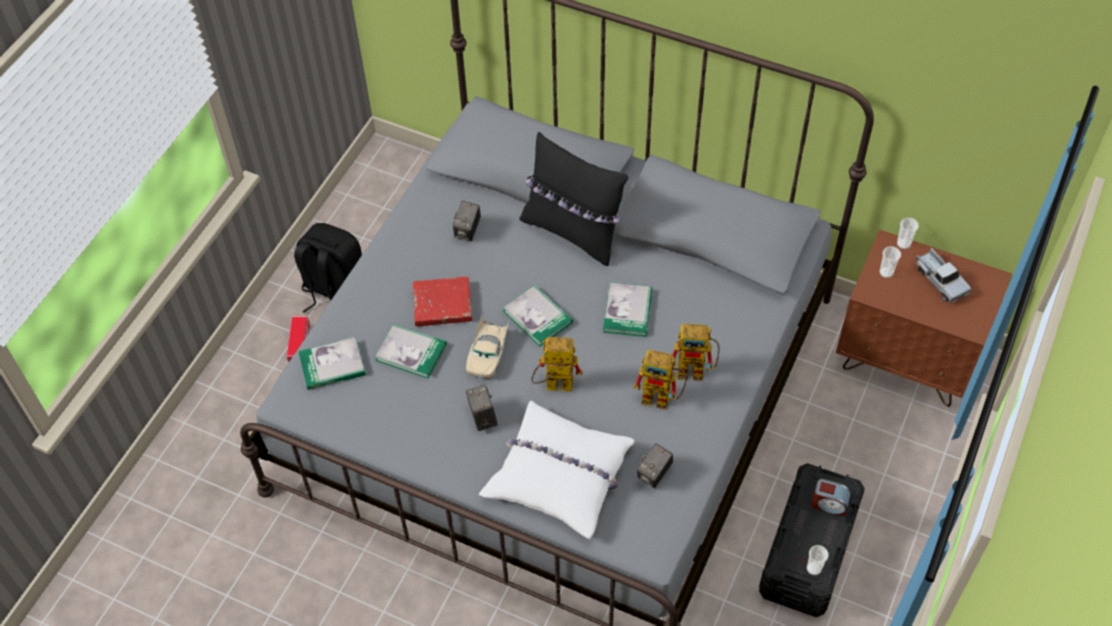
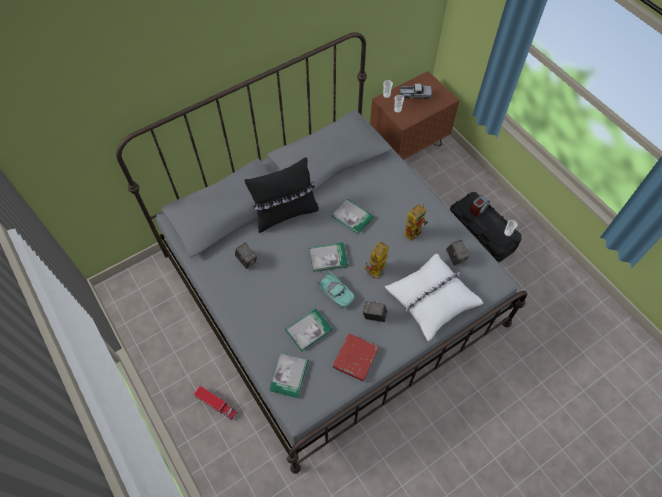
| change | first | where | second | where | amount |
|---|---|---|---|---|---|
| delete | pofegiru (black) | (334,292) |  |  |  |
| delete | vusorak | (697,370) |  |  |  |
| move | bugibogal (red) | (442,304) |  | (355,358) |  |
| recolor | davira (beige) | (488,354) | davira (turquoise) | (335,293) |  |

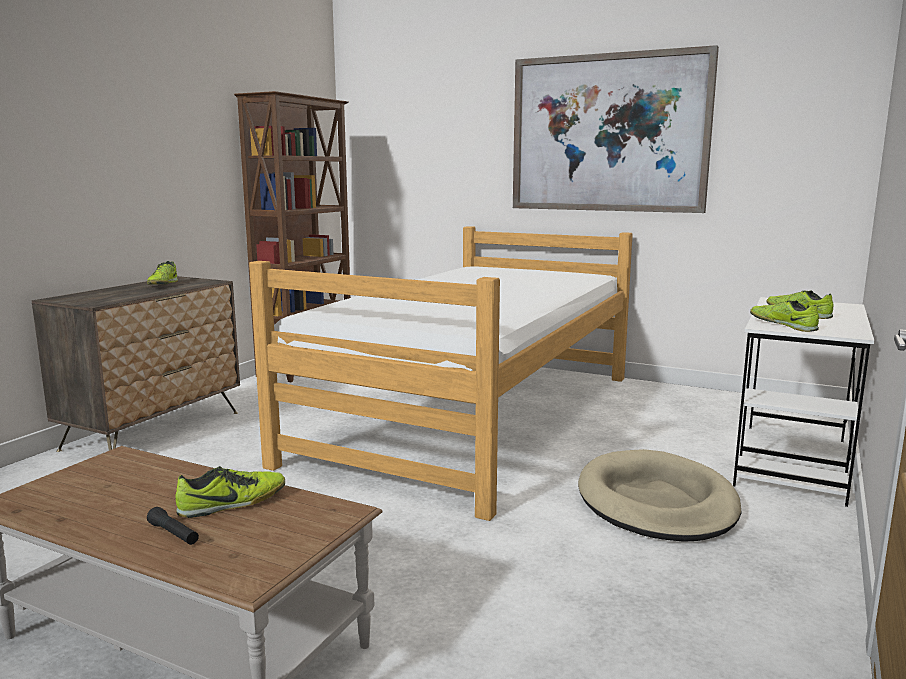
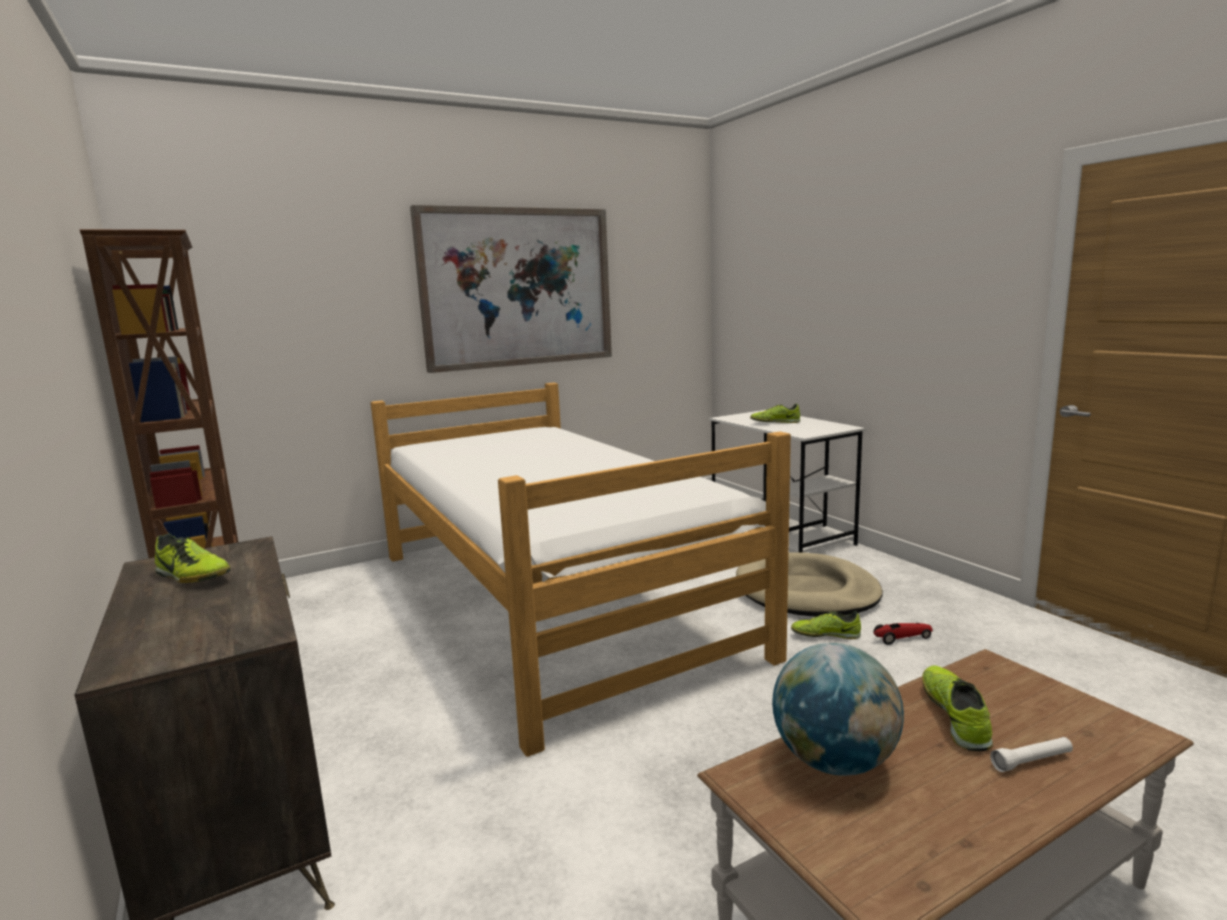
| change | first | where | second | where | amount |
|---|---|---|---|---|---|
| insert |  |  | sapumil | (834,762) |  |
| insert |  |  | davira | (901,638) |  |
| move | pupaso | (783,325) |  | (825,635) |  |
| recolor | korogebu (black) | (174,534) | korogebu (white) | (1031,761) |  |

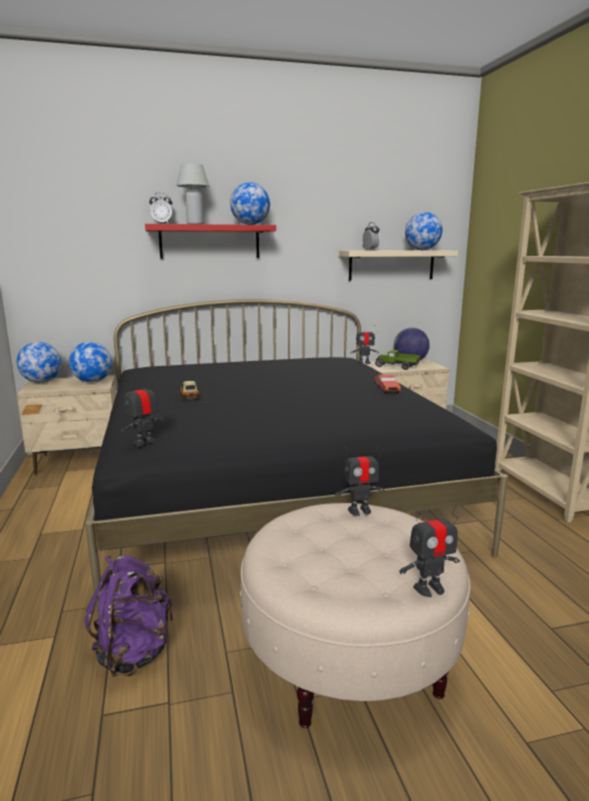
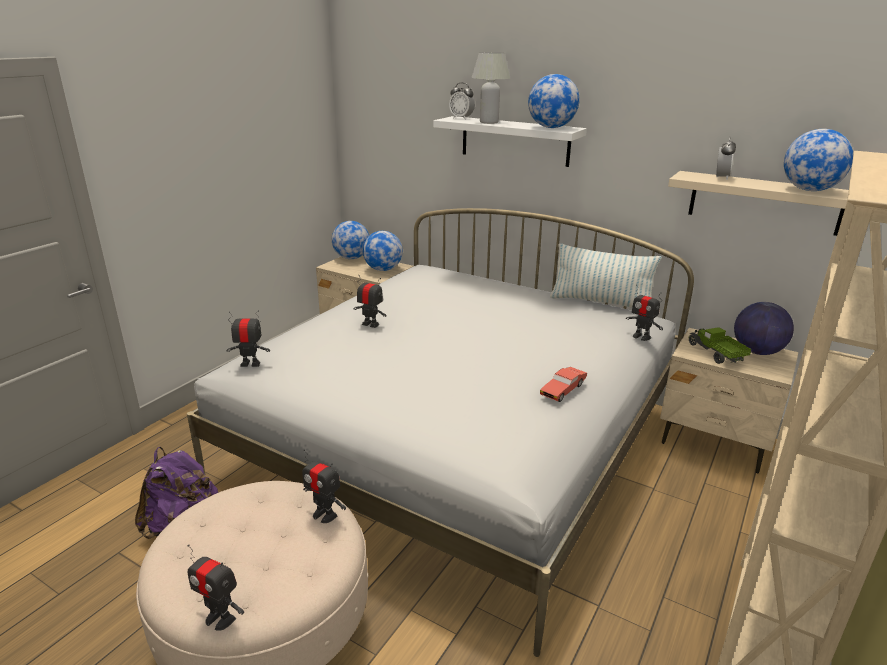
| change | first | where | second | where | amount |
|---|---|---|---|---|---|
| insert |  |  | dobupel | (600,303) |  |
| replace | davira | (189,397) | vusorak | (370,324) |  |
| recolor | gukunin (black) | (271,490) | gukunin (white) | (457,443) |  |
| recolor | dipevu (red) | (210,241) | dipevu (white) | (514,141) |  |

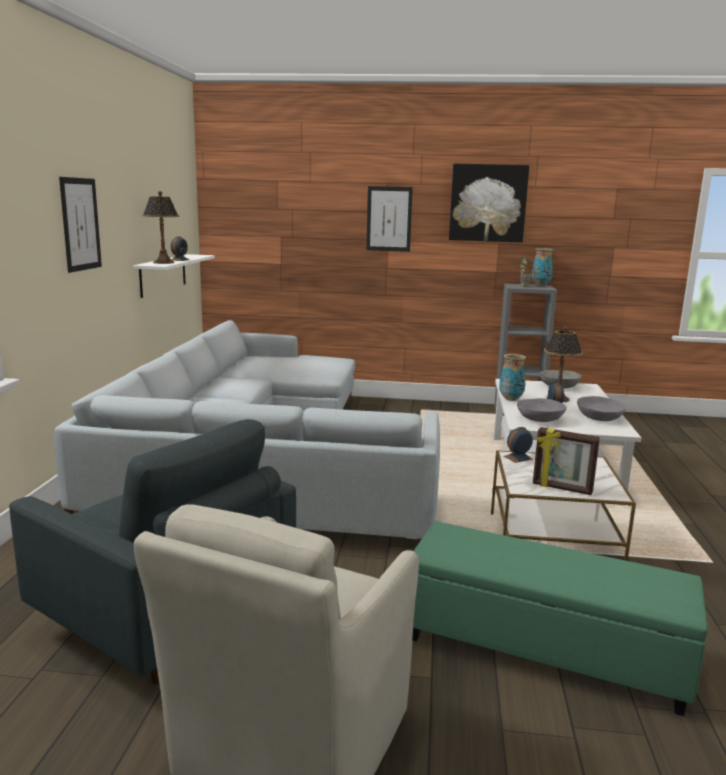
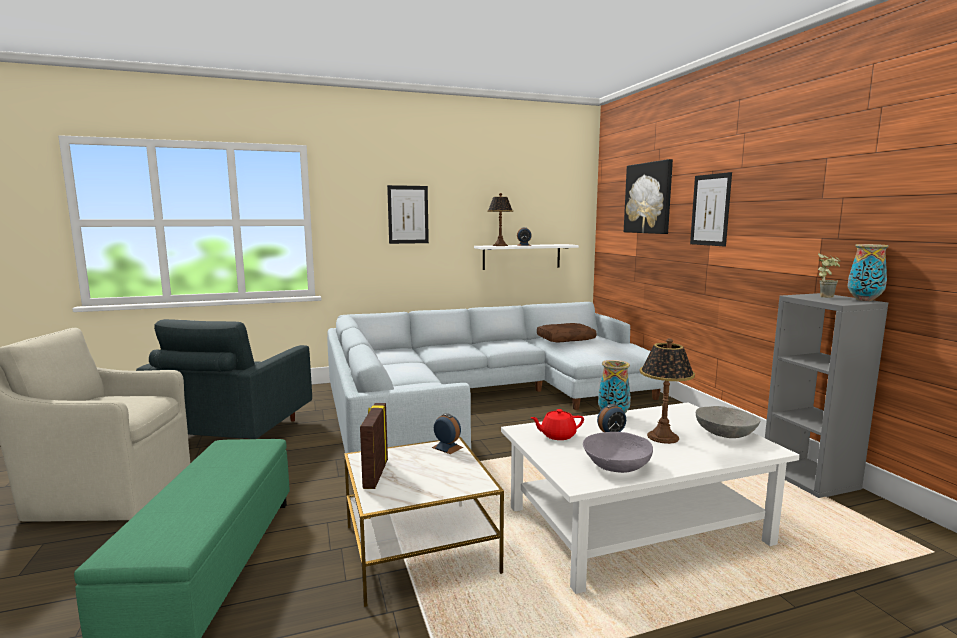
| change | first | where | second | where | amount |
|---|---|---|---|---|---|
| insert |  |  | dobupel (brown) | (565,339) |  |
| move | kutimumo | (488,203) |  | (648,198) |  |
| replace | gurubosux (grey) | (540,419) | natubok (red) | (557,435) |  |

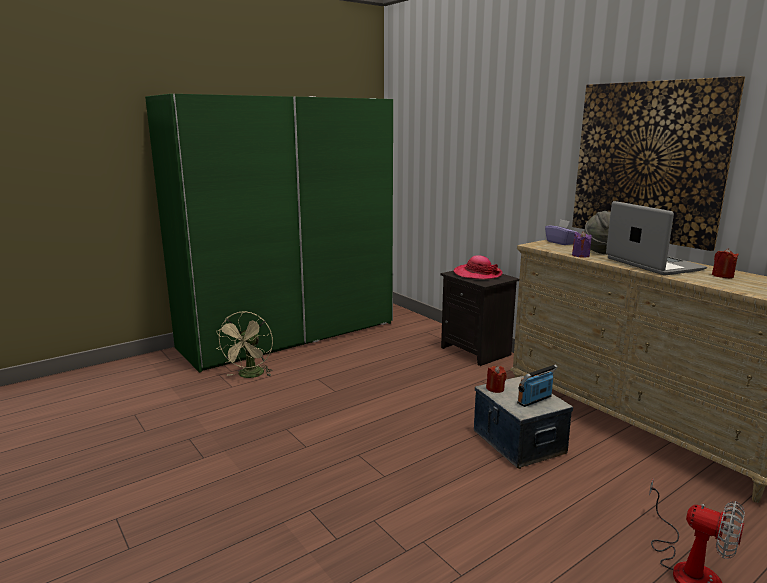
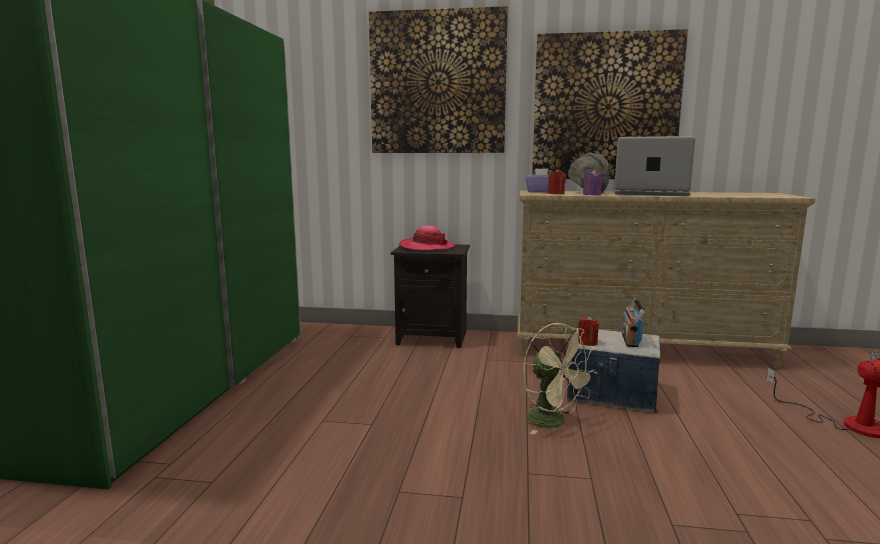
| change | first | where | second | where | amount |
|---|---|---|---|---|---|
| insert |  |  | kutimumo | (437,83) |  |
| move | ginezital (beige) | (250,376) |  | (553,422) |  |
| move | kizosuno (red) | (722,276) |  | (556,194) |  |

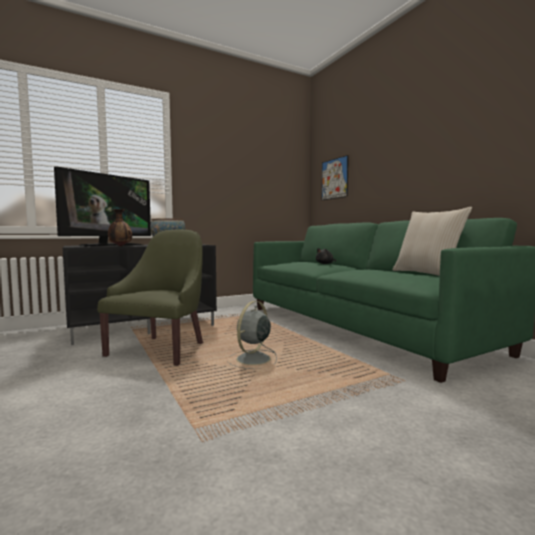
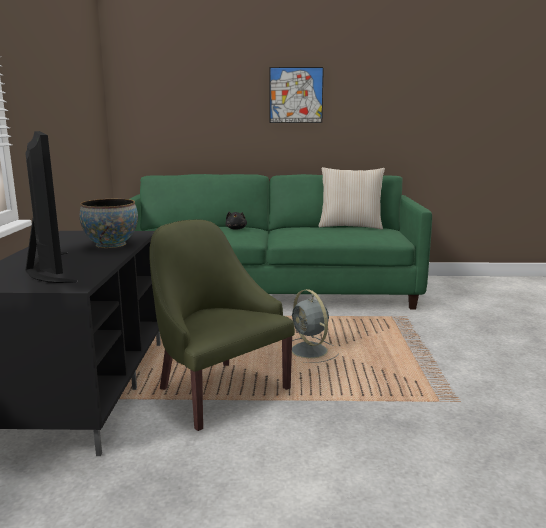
| change | first | where | second | where | amount |
|---|---|---|---|---|---|
| delete | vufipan | (120,246) |  |  |  |
| move | kutimumo | (334,178) |  | (296,95) |  |

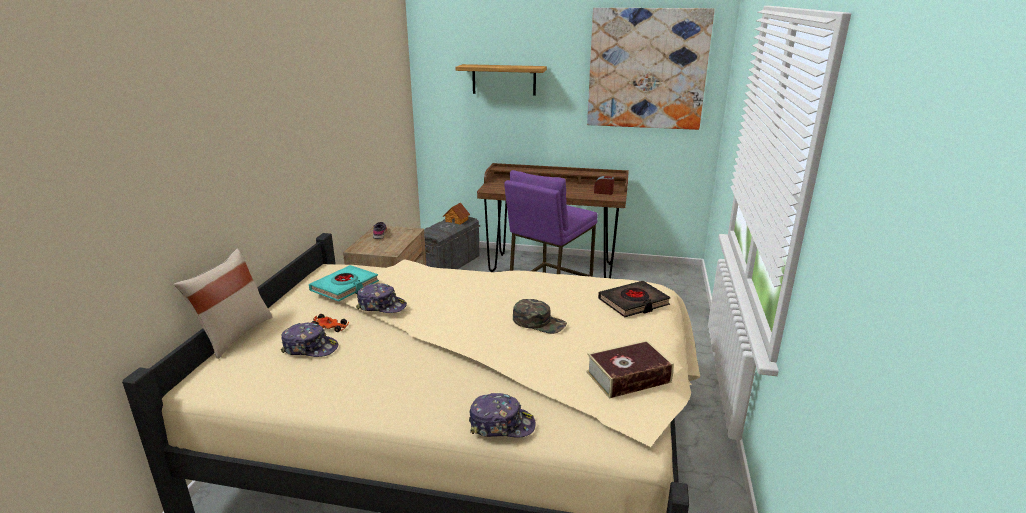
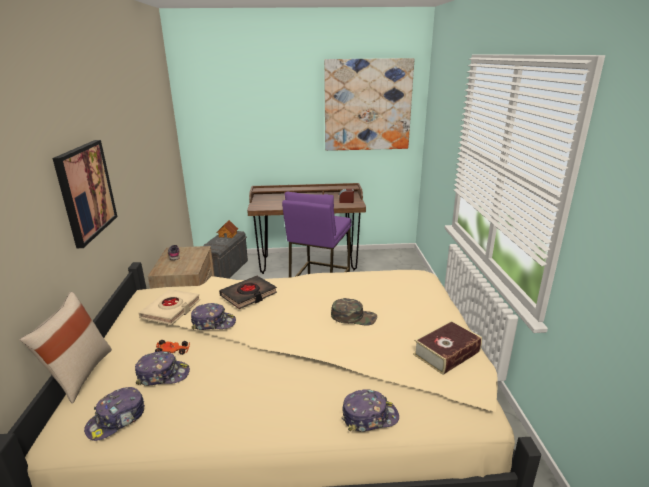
| change | first | where | second | where | amount |
|---|---|---|---|---|---|
| delete | dipevu | (504,79) |  |  |  |
| insert |  |  | kutimumo | (85,191) |  |
| insert |  |  | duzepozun | (117,419) |  |
| move | bugibogal (black) | (633,303) |  | (248,295) |  |
| recolor | bugibogal (turquoise) | (345,287) | bugibogal (beige) | (171,310) |  |

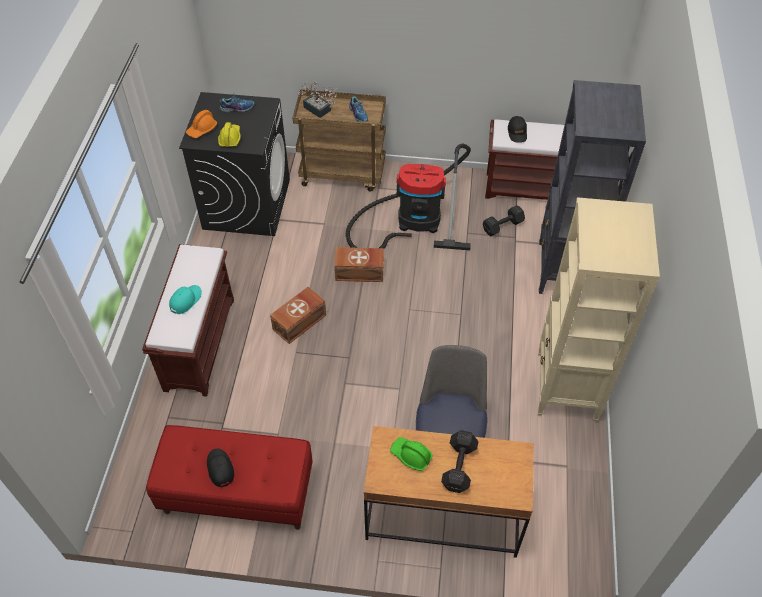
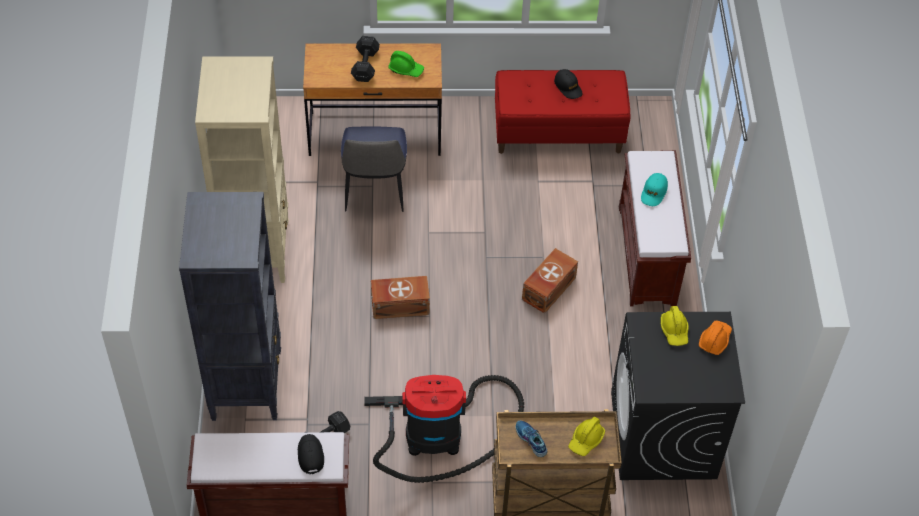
| change | first | where | second | where | amount |
|---|---|---|---|---|---|
| delete | pupaso | (237,108) |  |  |  |
| move | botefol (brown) | (360,272) |  | (399,304) |  |
| replace | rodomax | (319,110) | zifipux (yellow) | (586,440) |  |

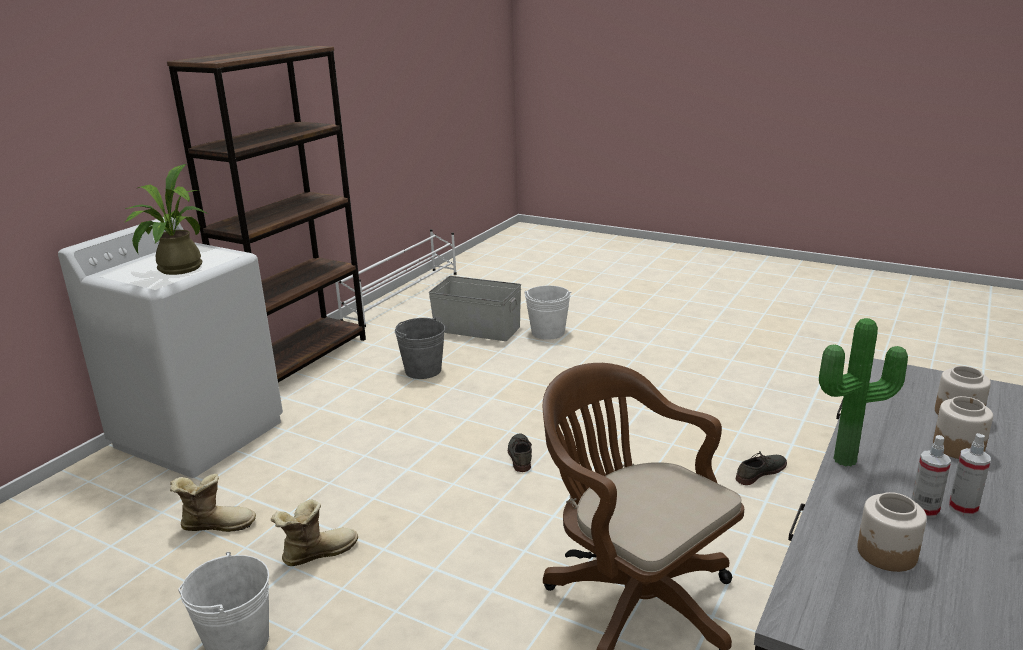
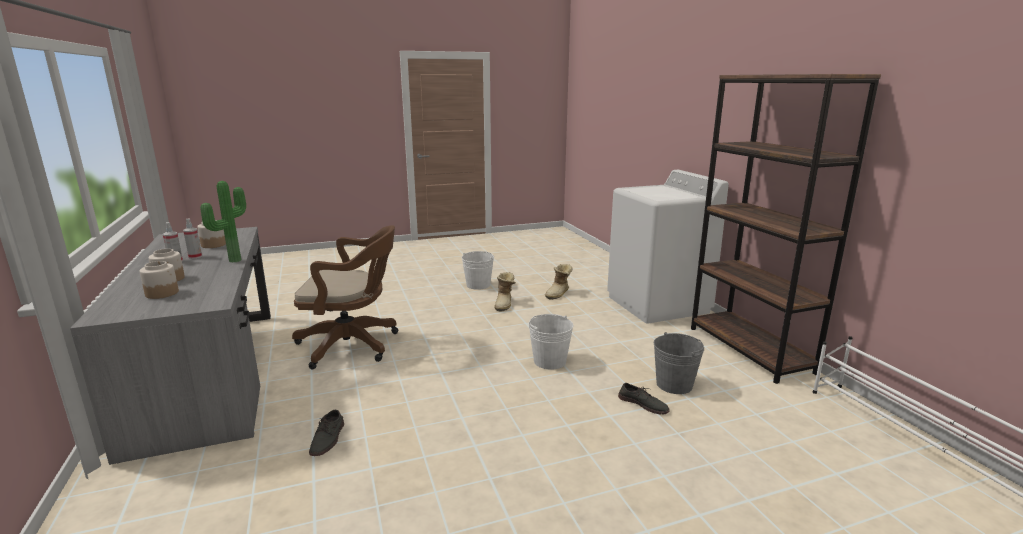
| change | first | where | second | where | amount |
|---|---|---|---|---|---|
| delete | rodomax | (175,270) |  |  |  |
| delete | botefol (grey) | (477,328) |  |  |  |
| move | pupaso (grey) | (520,455) |  | (643,404) |  |
| move | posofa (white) | (548,332) |  | (549,361) |  |

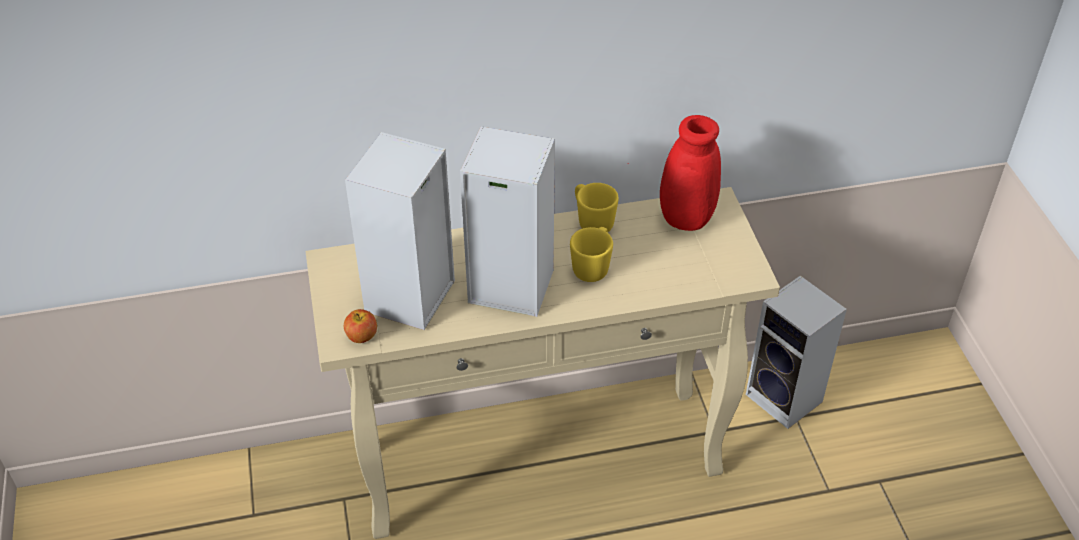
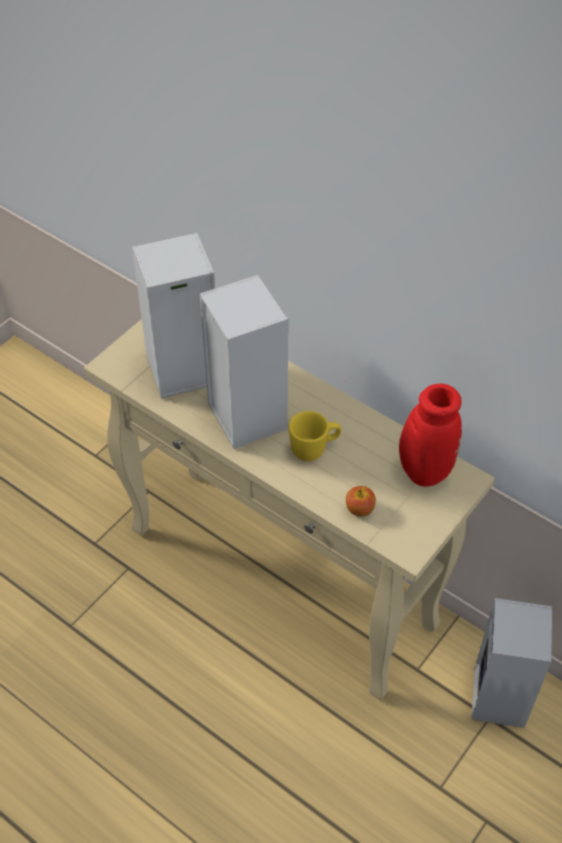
| change | first | where | second | where | amount |
|---|---|---|---|---|---|
| delete | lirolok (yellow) | (592,222) |  |  |  |
| move | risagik | (362,336) |  | (359,509) |  |

